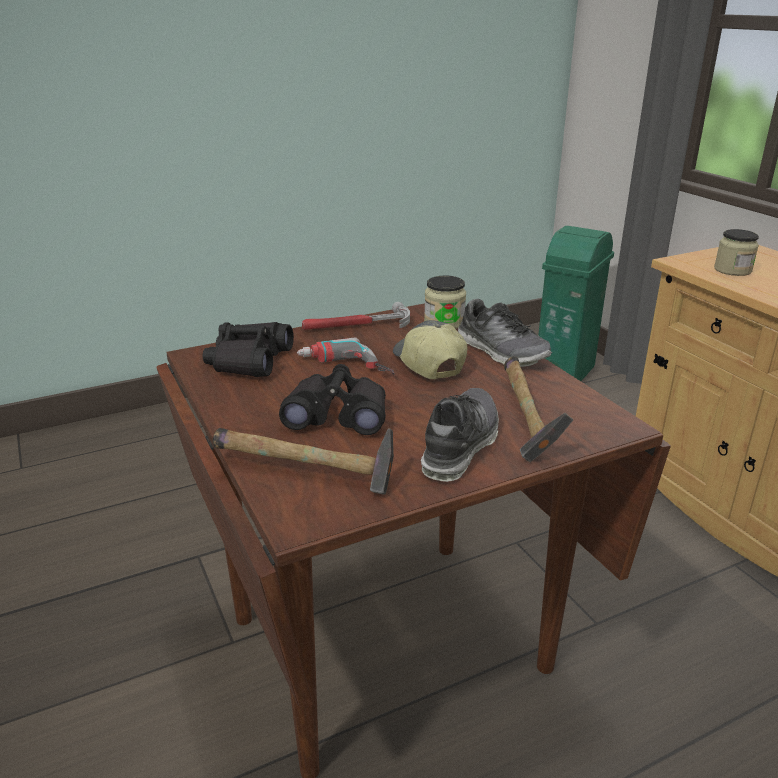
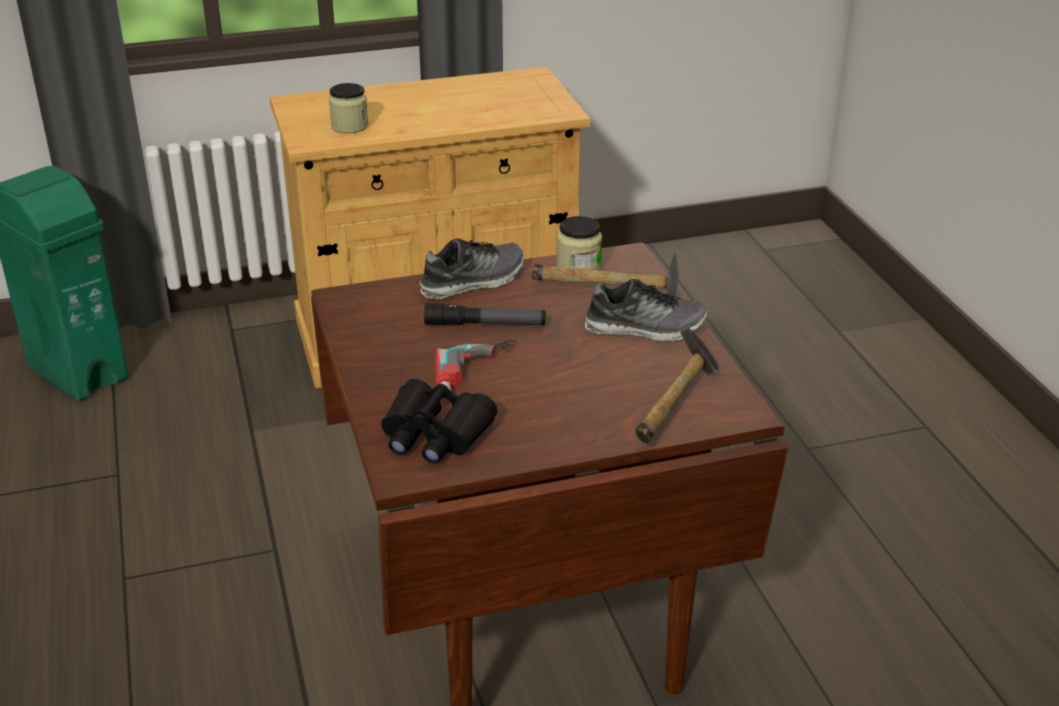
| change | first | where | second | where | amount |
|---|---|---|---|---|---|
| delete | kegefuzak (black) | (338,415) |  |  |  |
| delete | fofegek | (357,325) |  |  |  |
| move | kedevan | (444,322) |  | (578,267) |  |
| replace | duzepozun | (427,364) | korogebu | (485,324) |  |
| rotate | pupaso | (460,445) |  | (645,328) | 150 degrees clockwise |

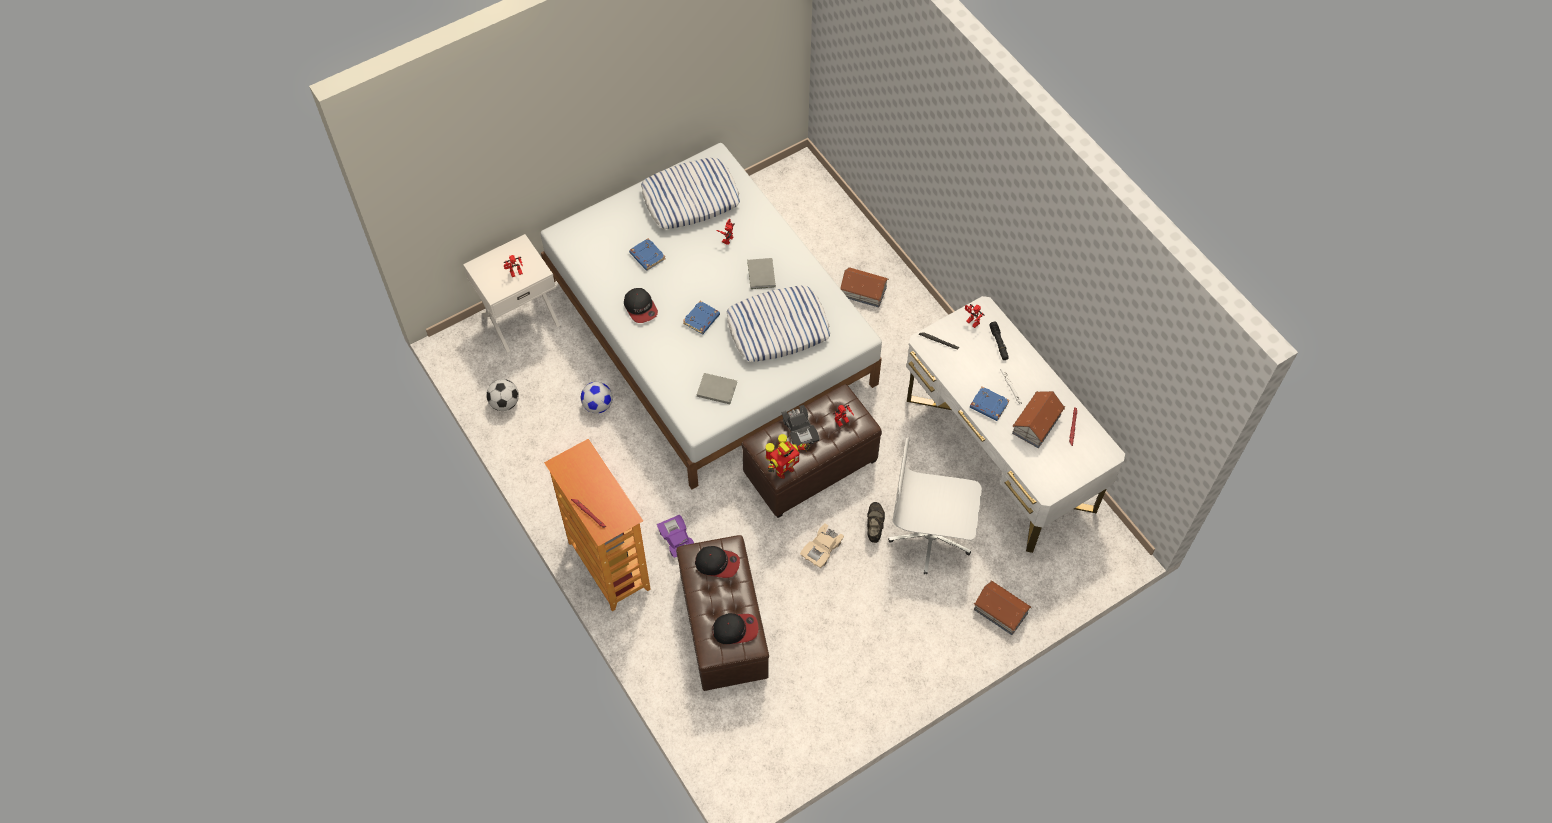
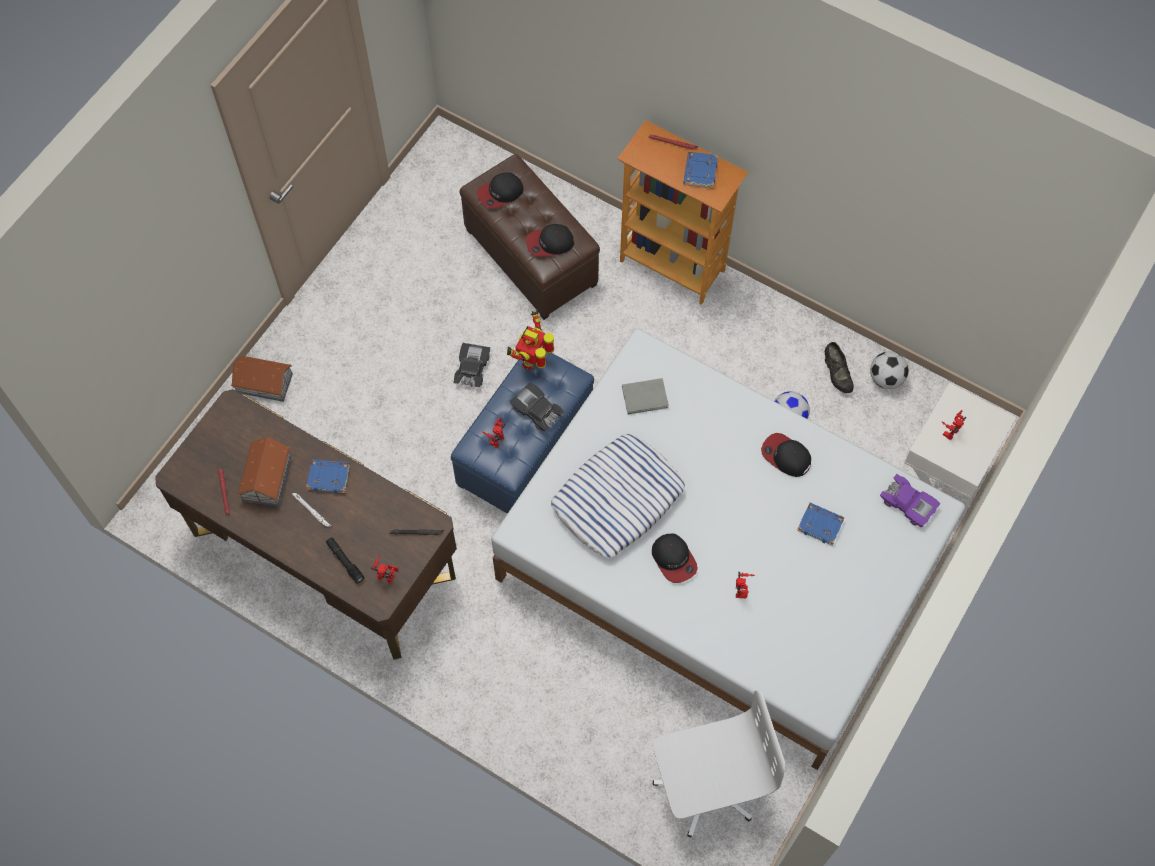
| change | first | where | second | where | amount |
|---|---|---|---|---|---|
| delete | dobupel | (690,198) |  |  |  |
| delete | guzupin | (863,292) |  |  |  |
| move | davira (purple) | (676,539) |  | (908,503) |  |
| move | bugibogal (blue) | (701,320) |  | (699,171) |  |
| move | pupaso (black) | (874,526) |  | (836,374) |  |
| move | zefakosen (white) | (931,536) |  | (706,785) |  |
| replace | bugibogal (grey) | (760,275) | duzepozun | (674,559) |  |
| recolor | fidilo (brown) | (810,467) | fidilo (blue) | (526,449) |  |
| recolor | davira (beige) | (822,548) | davira (black) | (472,369) |  |
| recolor | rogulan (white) | (999,453) | rogulan (brown) | (324,554) |  |

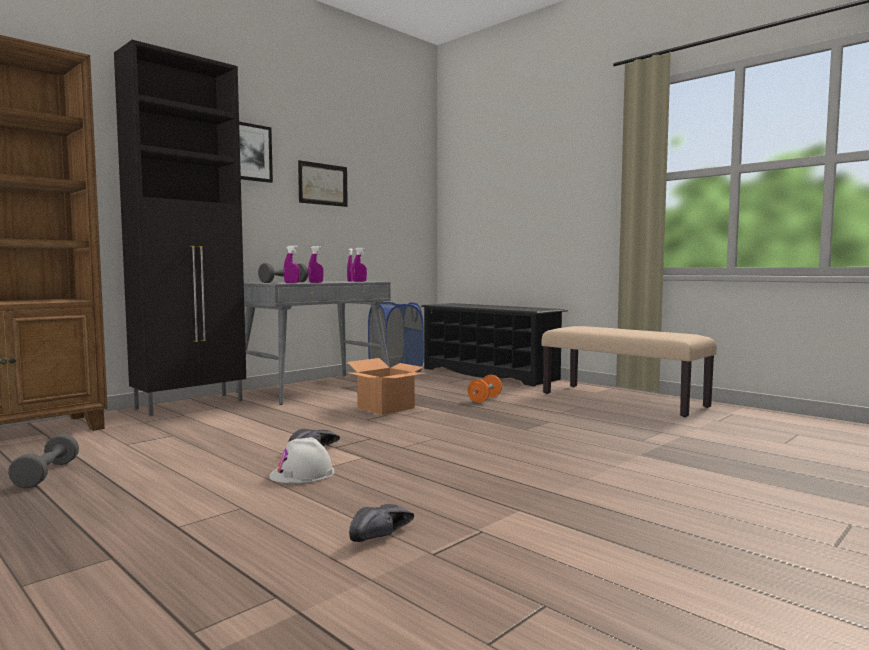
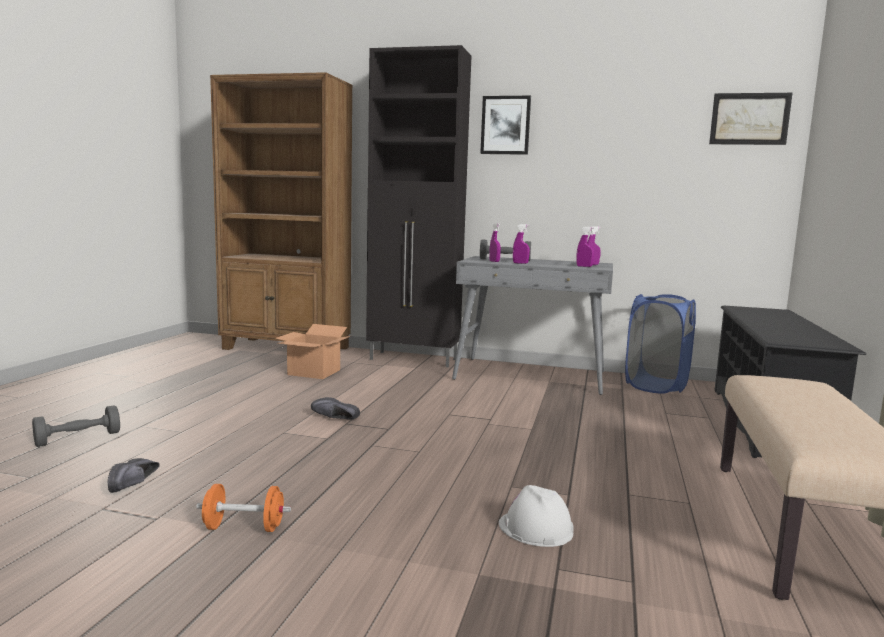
| change | first | where | second | where | amount |
|---|---|---|---|---|---|
| move | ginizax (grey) | (46,474) |  | (78,438) |  |
| move | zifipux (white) | (302,474) |  | (535,528) |  |
| move | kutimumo | (323,184) |  | (749,119) |  |
| move | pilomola | (386,408) |  | (315,372) |  |
| move | ginizax (orange) | (485,399) |  | (244,528) |  |
| rotate | pupaso (black) | (383,537) |  | (135,485) | 90 degrees counterclockwise |

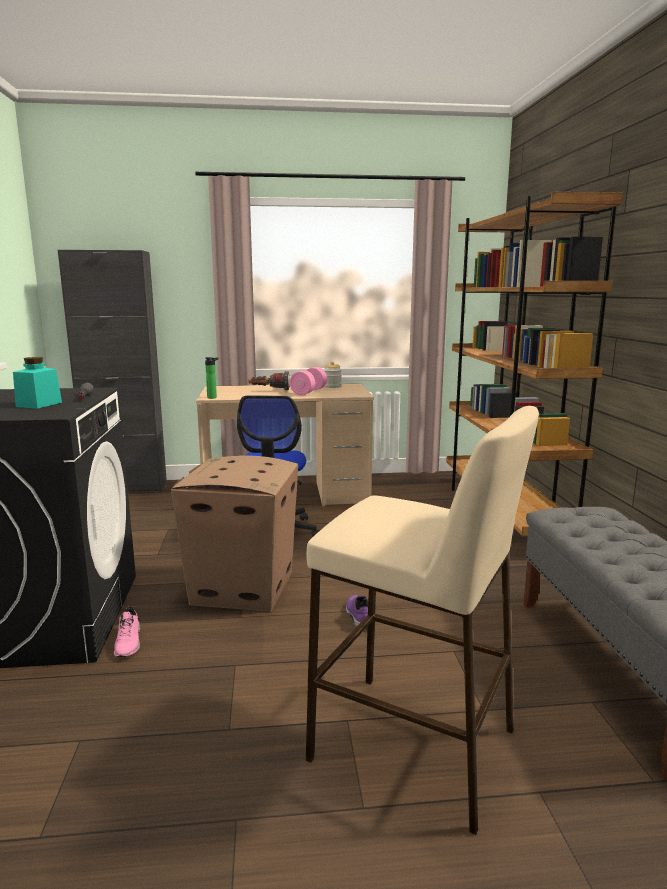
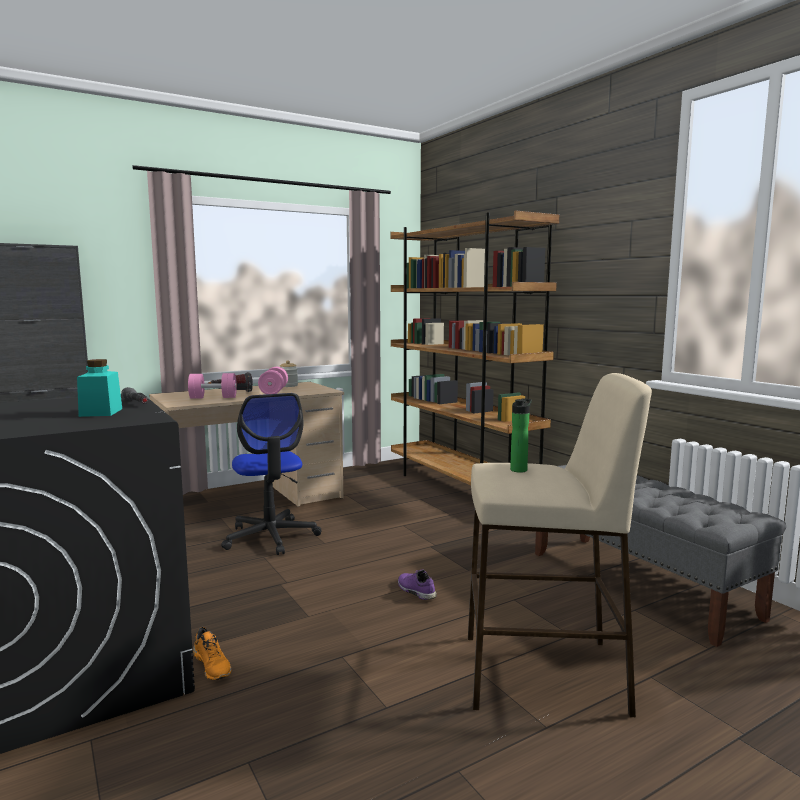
| change | first | where | second | where | amount |
|---|---|---|---|---|---|
| delete | pilomola | (242,589) |  |  |  |
| insert |  |  | ginizax (pink) | (213,398) |  |
| move | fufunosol | (213,397) |  | (519,469) |  |
| recolor | pupaso (pink) | (129,642) | pupaso (orange) | (213,665) |  |

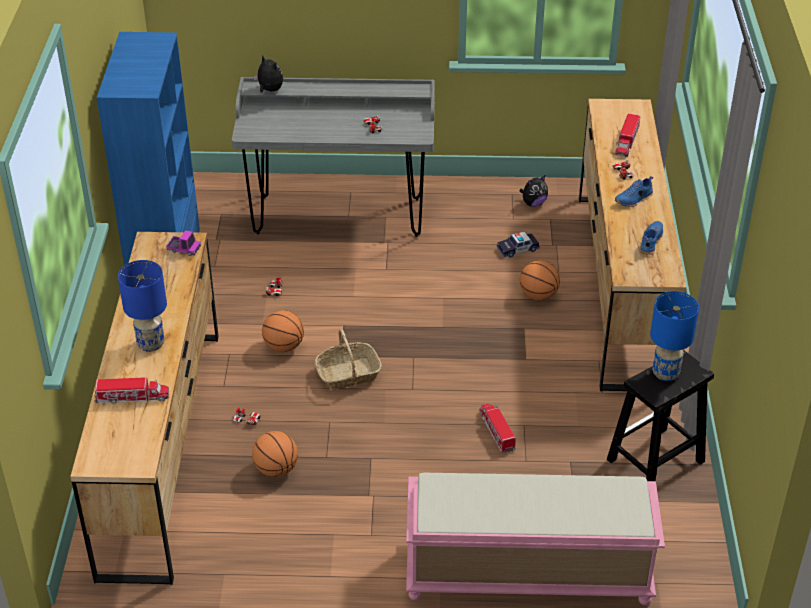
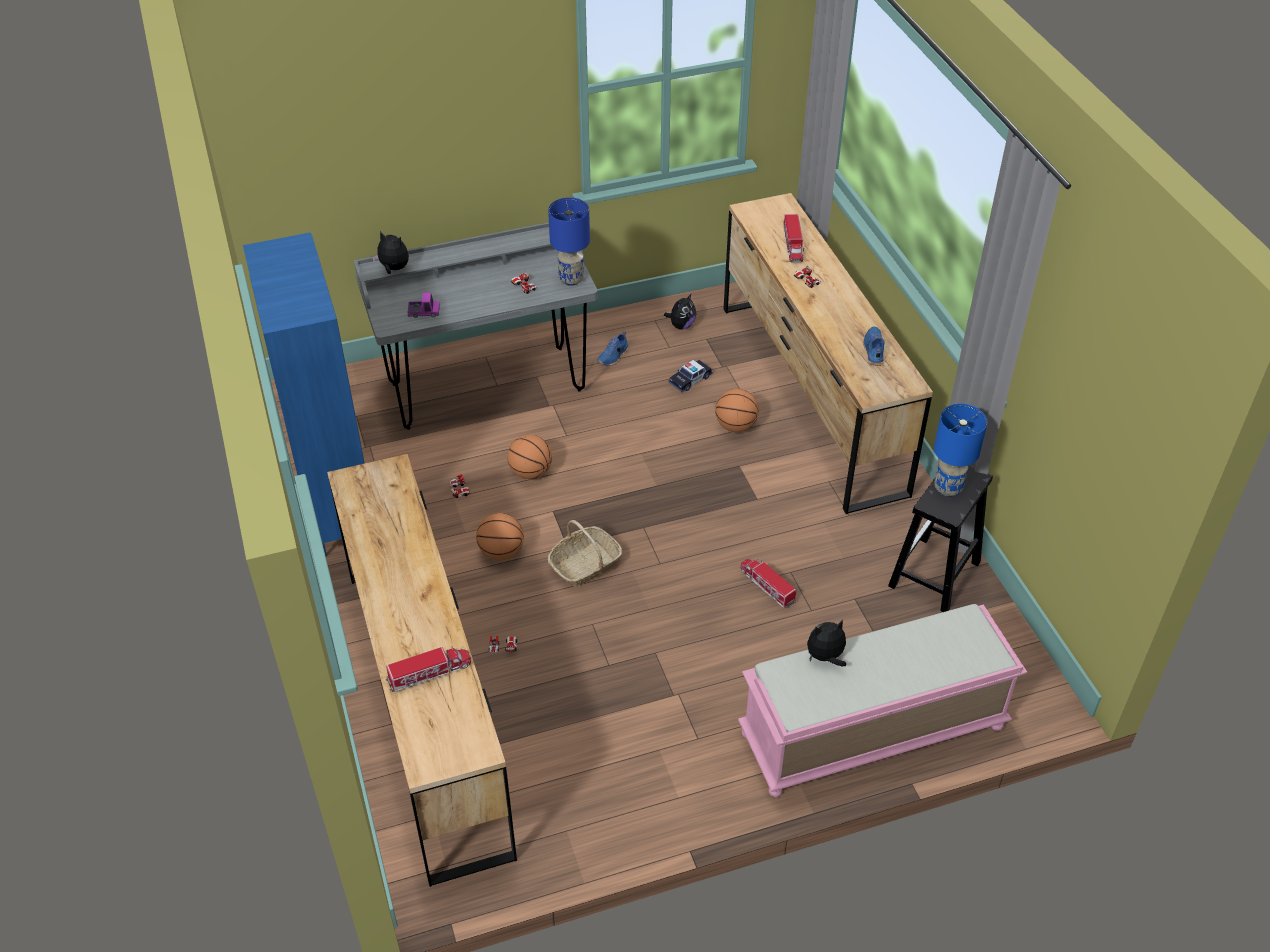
| change | first | where | second | where | amount |
|---|---|---|---|---|---|
| insert |  |  | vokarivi | (825,657) |  |
| move | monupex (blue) | (150,343) |  | (571,279) |  |
| move | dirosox | (184,249) |  | (424,312) |  |
| move | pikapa | (276,469) |  | (530,472) |  |
| move | pupaso (blue) | (634,200) |  | (613,356) |  |

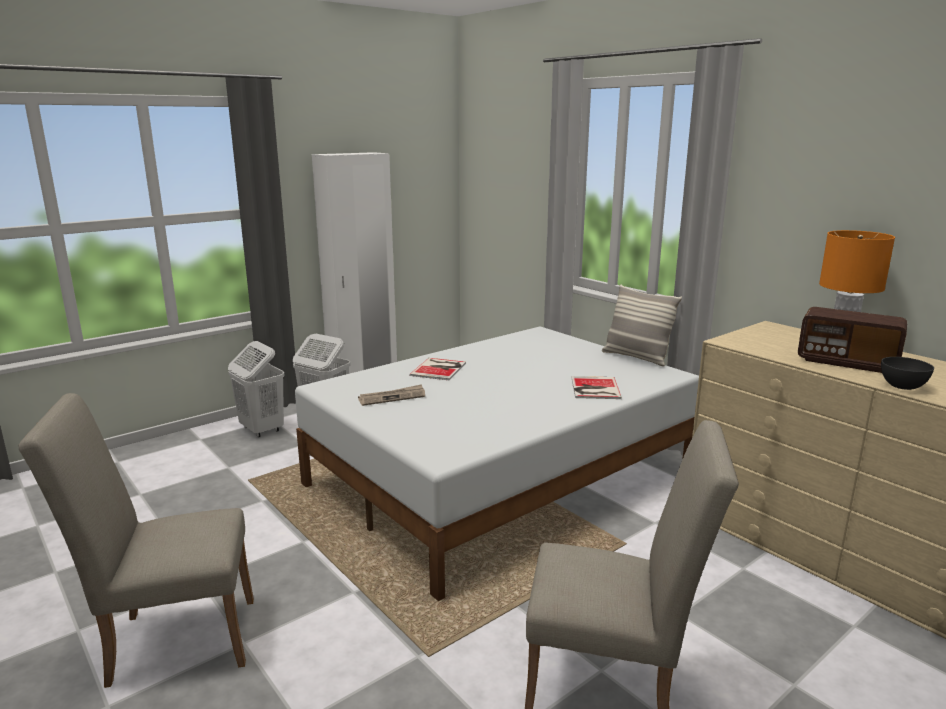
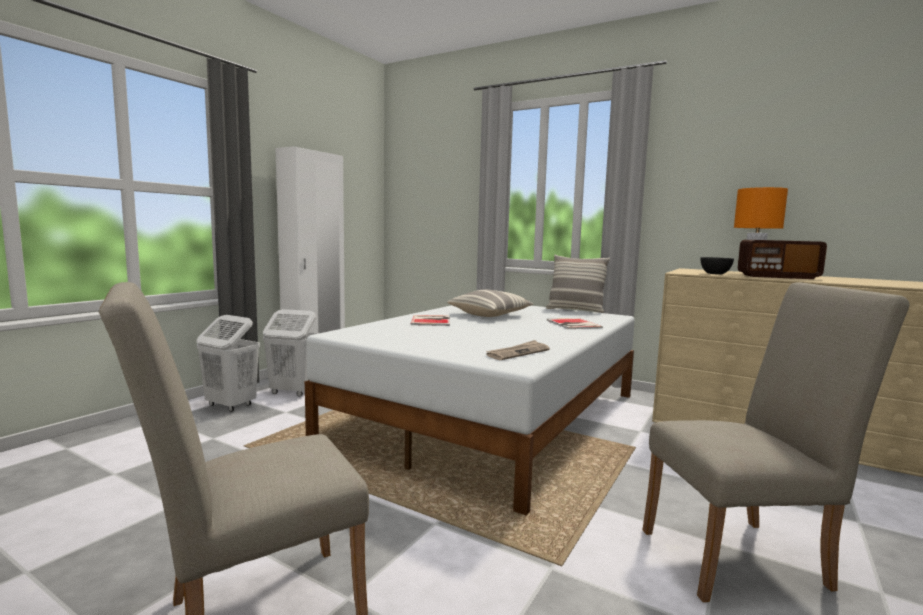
| change | first | where | second | where | amount |
|---|---|---|---|---|---|
| insert |  |  | dobupel | (490,315) |  |
| move | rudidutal | (392,397) |  | (518,353) |  |
| move | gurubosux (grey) | (902,386) |  | (715,274) |  |

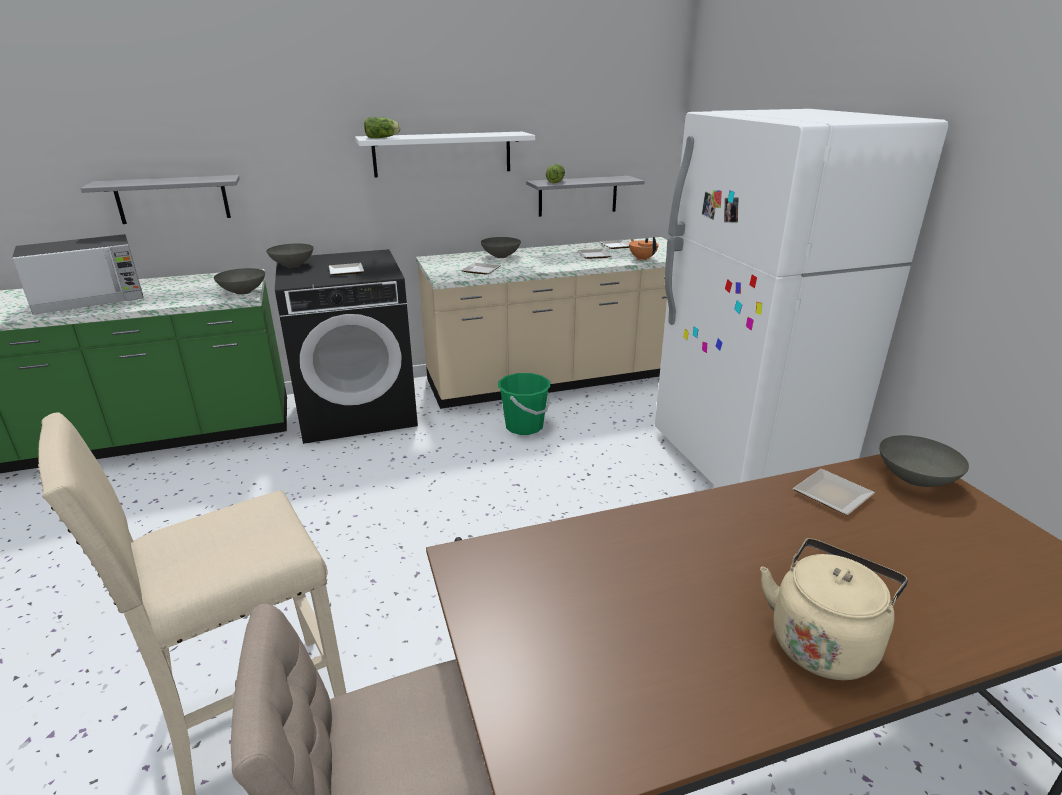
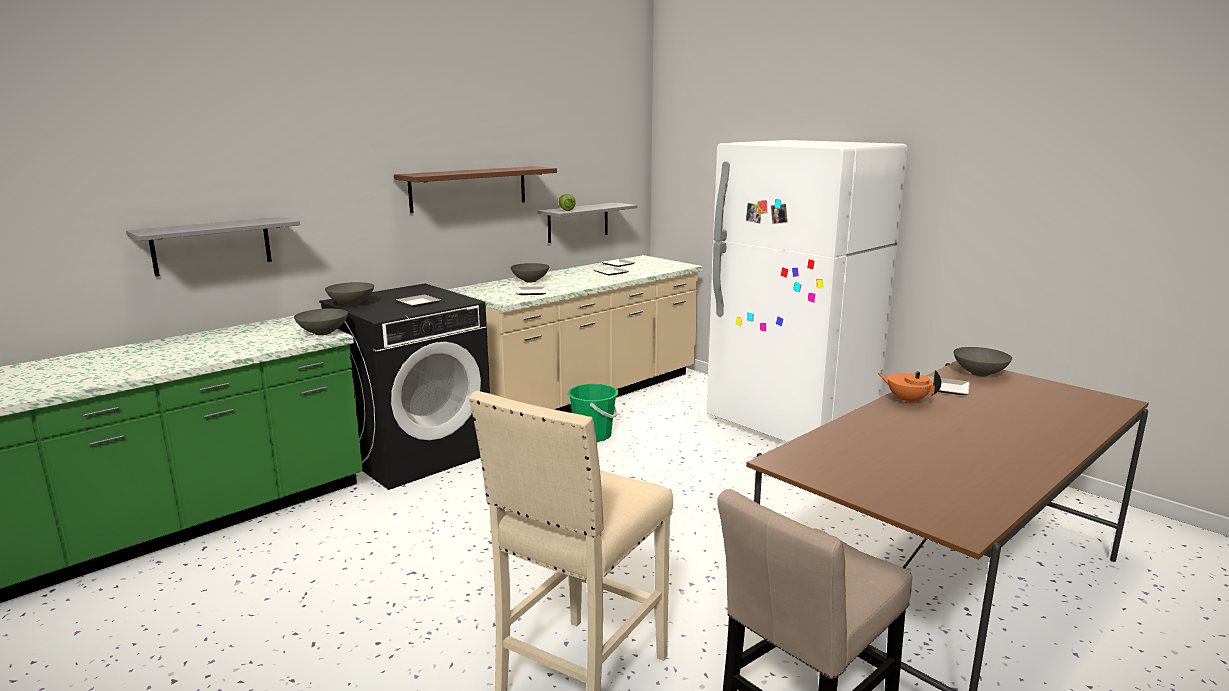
| change | first | where | second | where | amount |
|---|---|---|---|---|---|
| delete | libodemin | (91,301) |  |  |  |
| delete | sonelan | (383,137) |  |  |  |
| delete | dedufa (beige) | (823,641) |  |  |  |
| move | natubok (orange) | (642,259) |  | (907,400) |  |
| recolor | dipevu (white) | (443,154) | dipevu (brown) | (469,188) |  |

